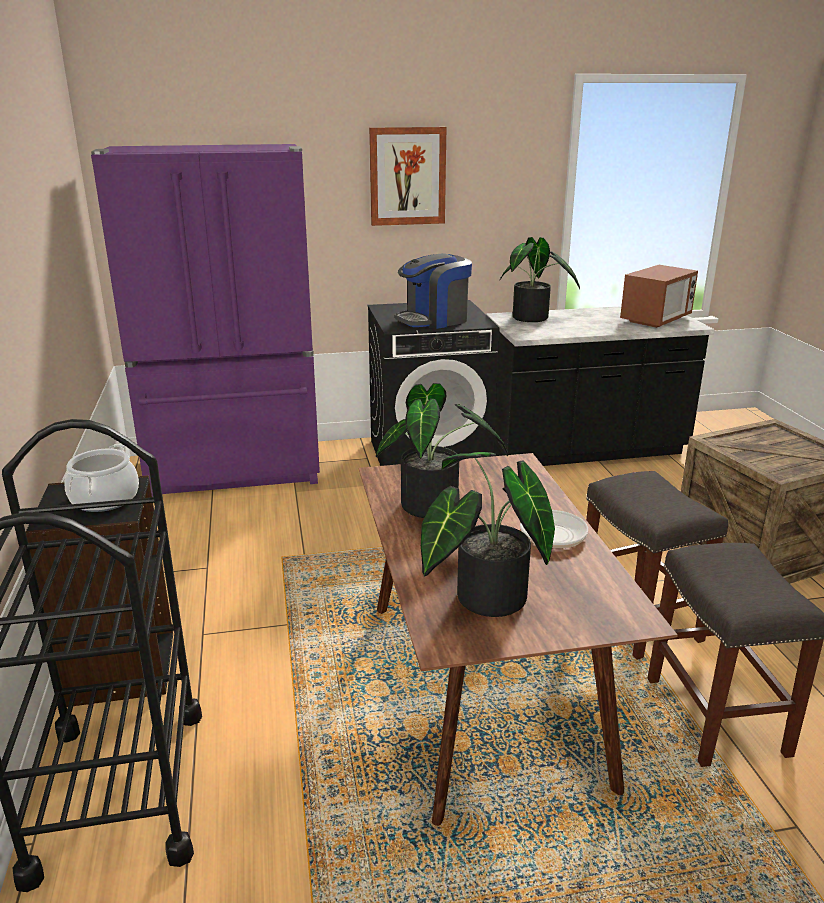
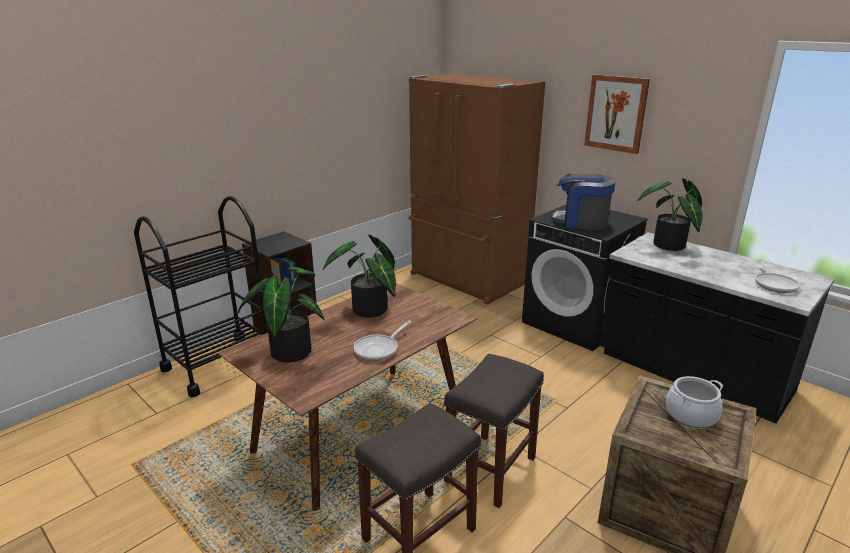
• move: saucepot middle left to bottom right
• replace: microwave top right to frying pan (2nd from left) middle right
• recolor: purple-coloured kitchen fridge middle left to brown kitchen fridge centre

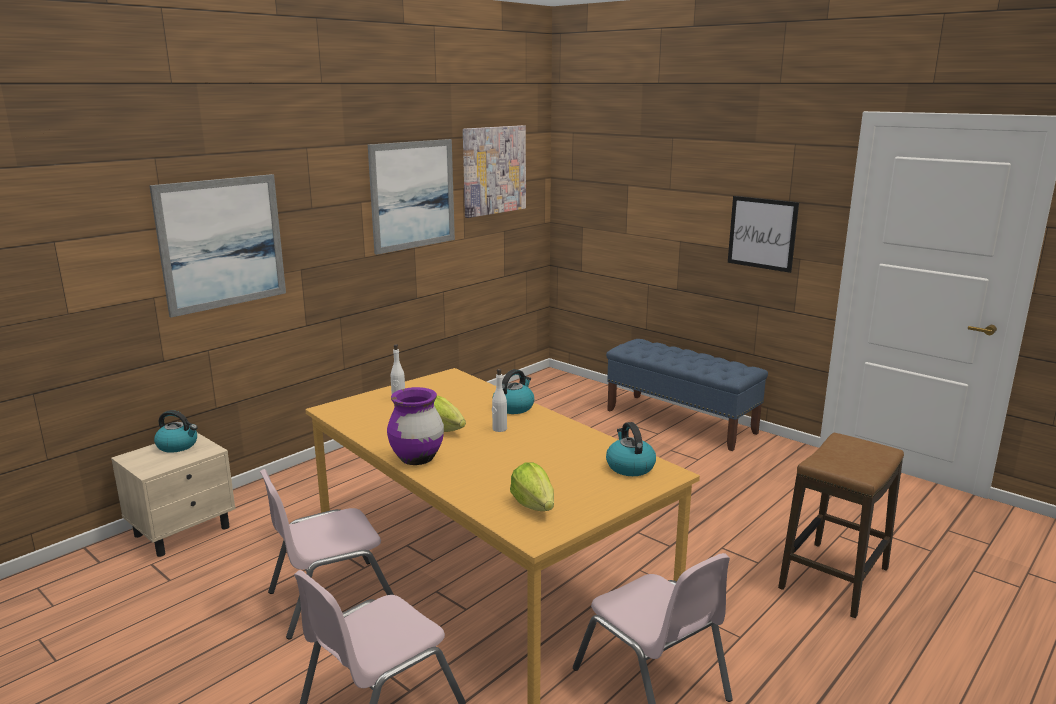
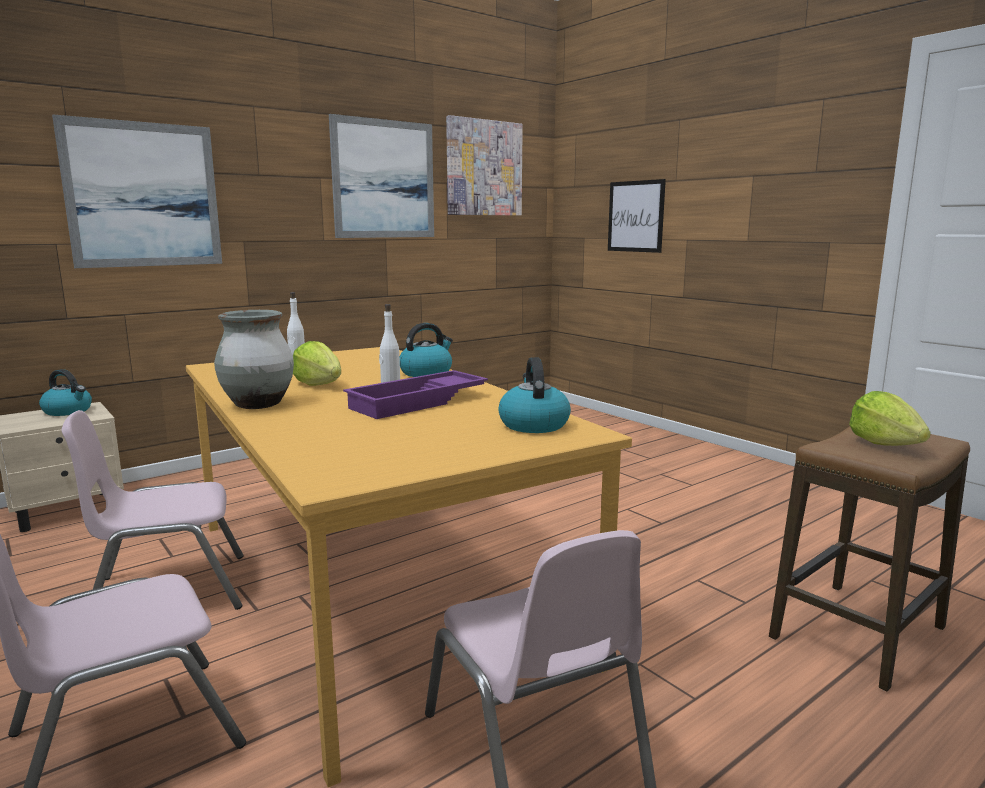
• delete: blue bench centre
• insert: purple-coloured tray centre
• move: head of lettuce (2nd from left) bottom centre to middle right
• move: wall picture (4th from left) top right to top centre
• recolor: purple-coloured vase centre to greyish vase middle left

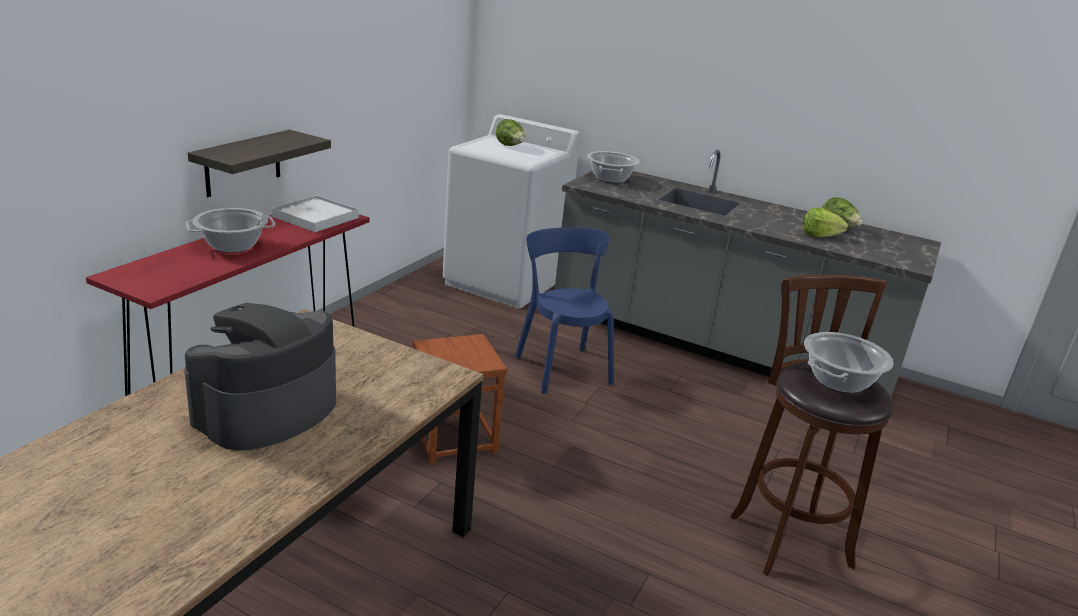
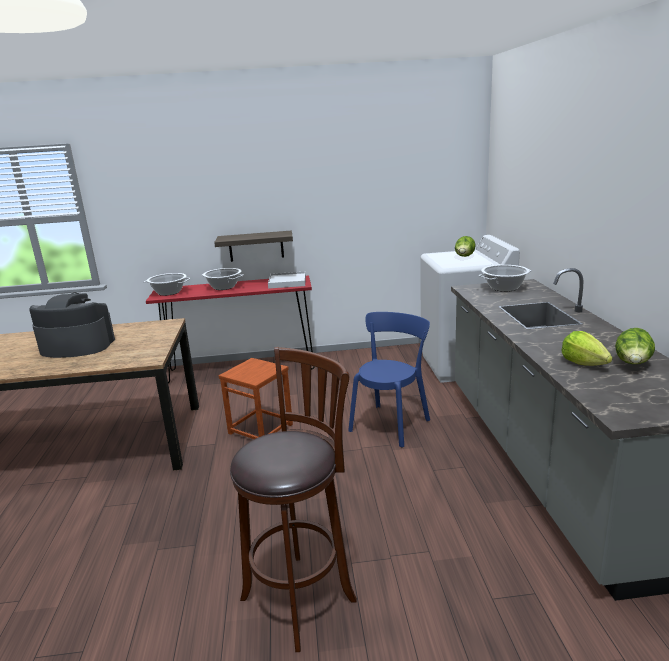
• move: saucepot (3rd from left in the first image) middle right to saucepot (1st from left) middle left

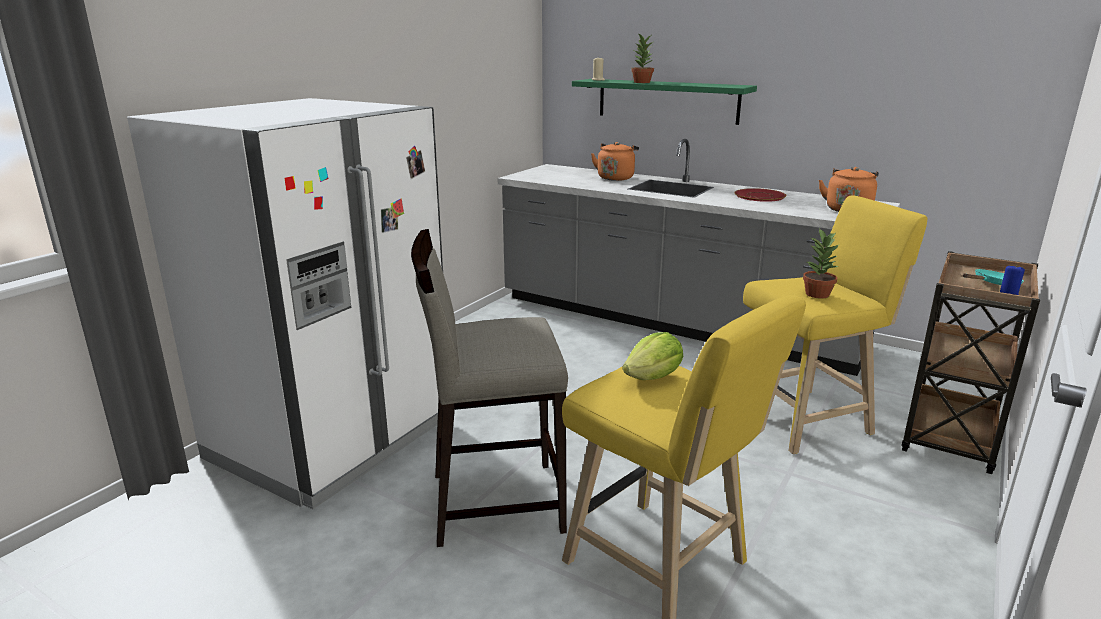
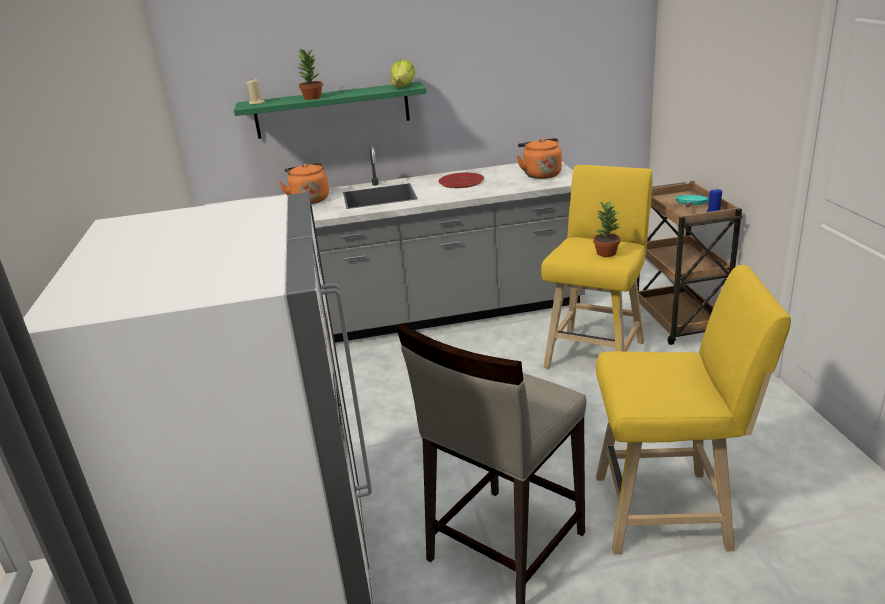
• move: head of lettuce centre to top centre

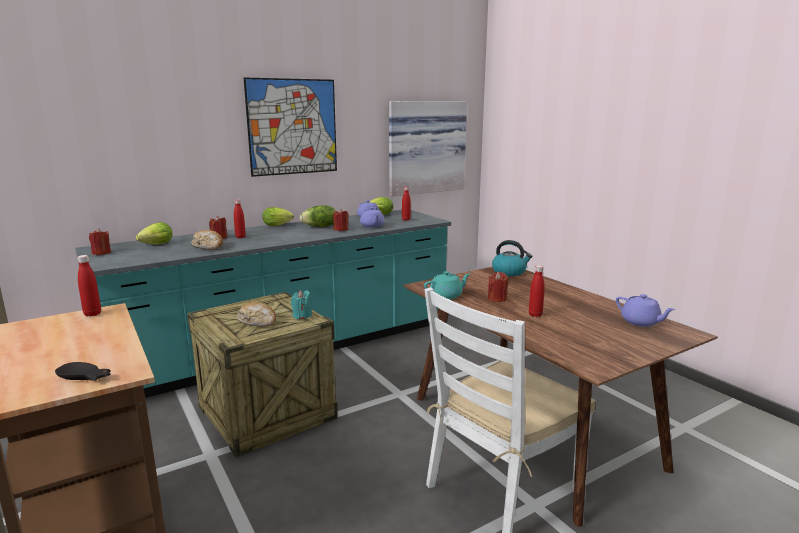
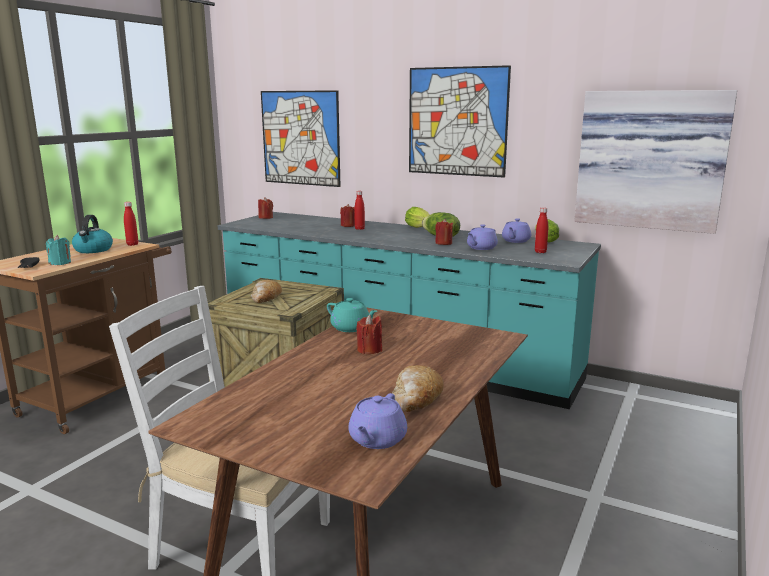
• delete: head of lettuce (1st from left) middle left
• delete: red drink bottle (4th from left) middle right
• insert: wall picture (1st from left) top centre
• move: bread (1st from left in the first image) middle left to bread (2nd from left) bottom centre
• move: turquoise wax candle centre to middle left
• move: kettle centre to middle left

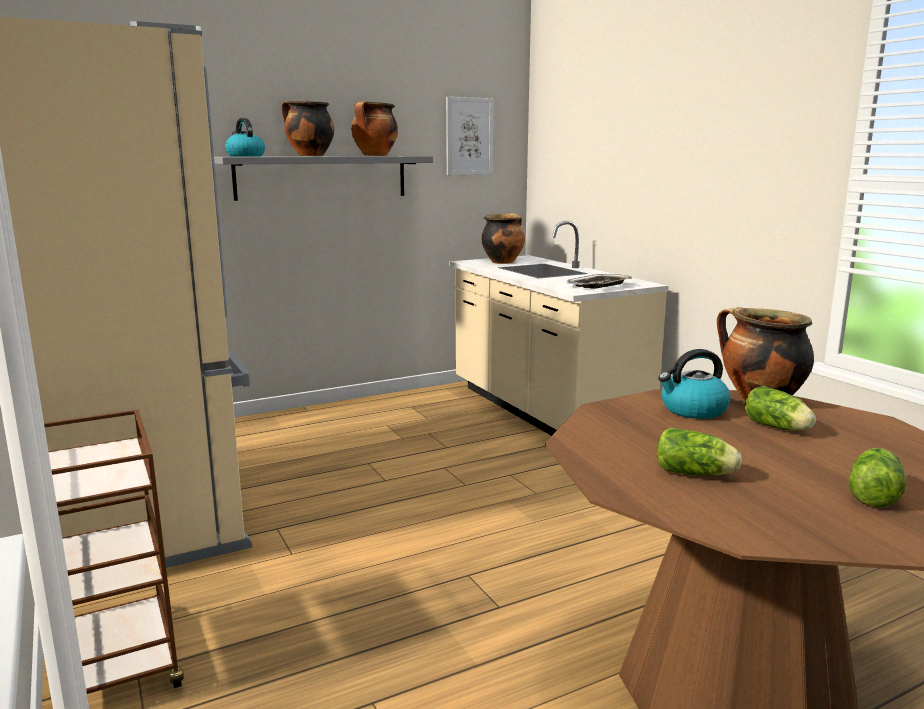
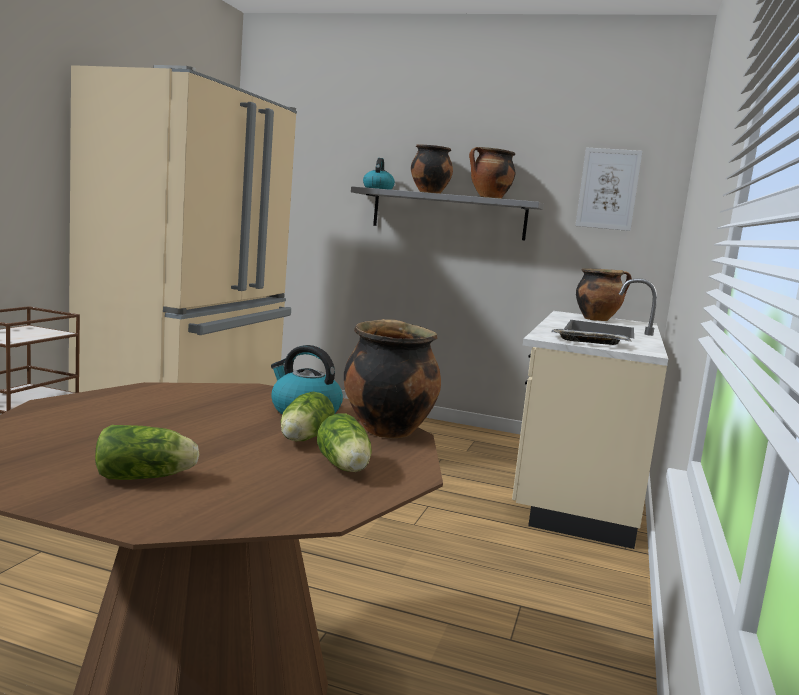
• move: head of lettuce (1st from left in the first image) middle right to head of lettuce (3rd from left) centre

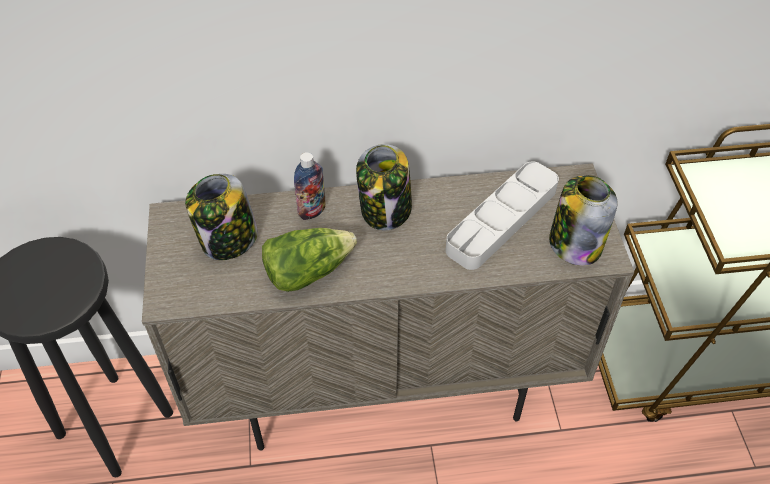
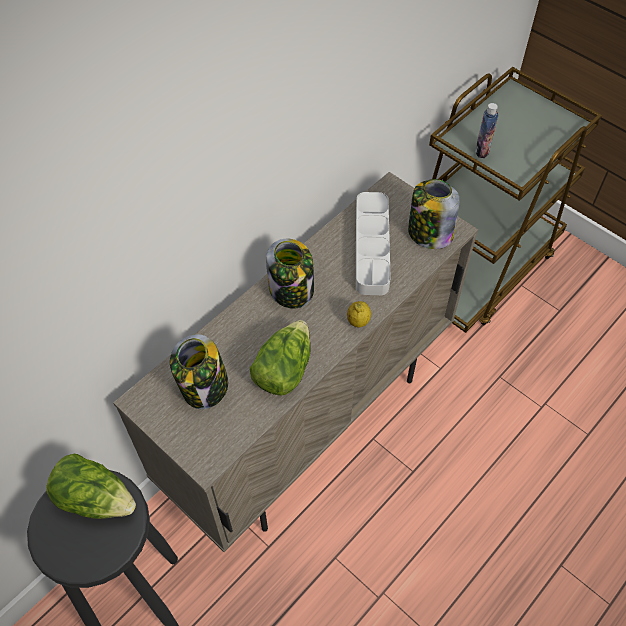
• insert: head of lettuce (1st from left) bottom left
• insert: whole lemon centre
• move: drink bottle centre to top right

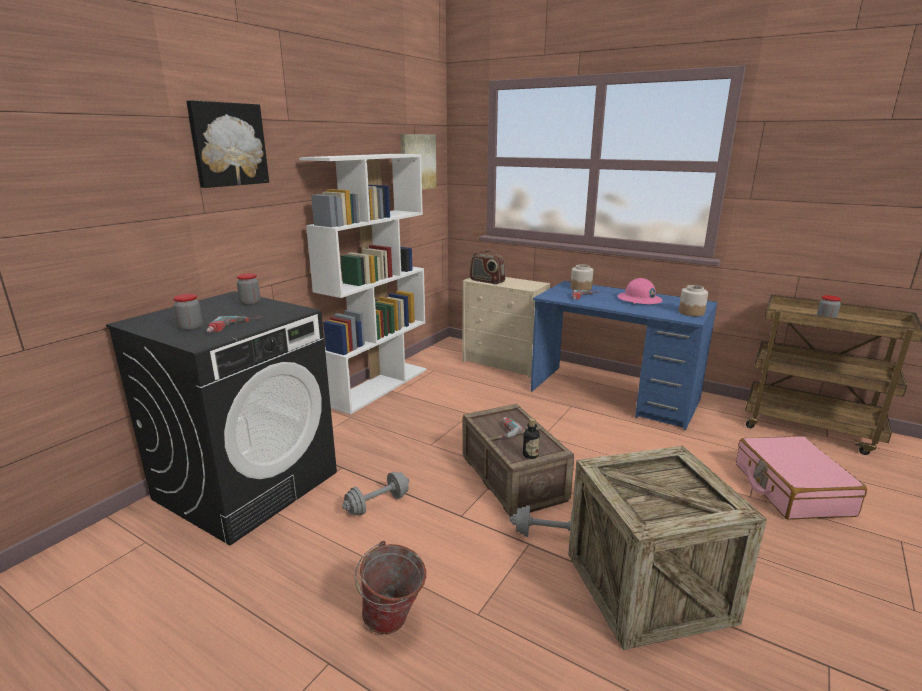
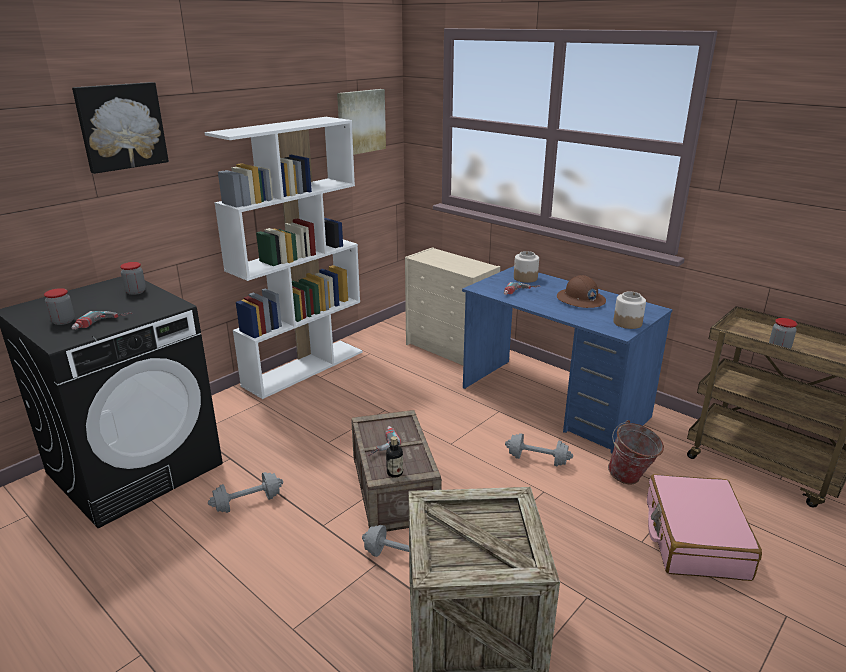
• delete: radio receiver centre
• insert: greyish dumbbell (3rd from left) bottom centre
• move: pail bottom centre to bottom right
• recolor: pink safety helmet middle right to brown safety helmet middle right

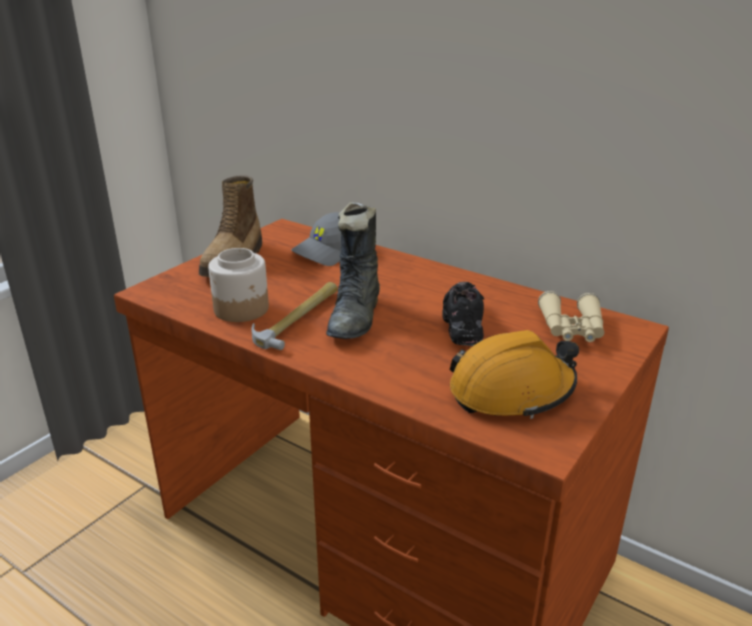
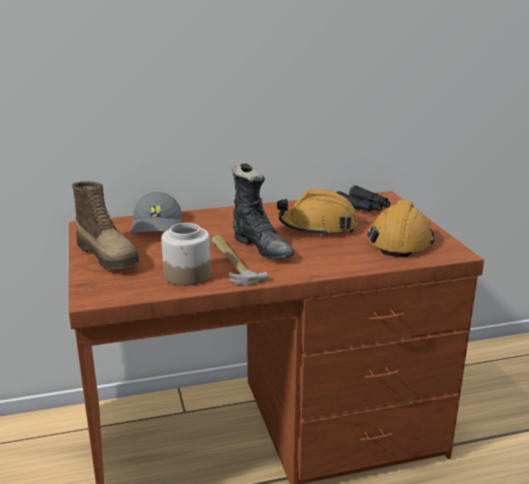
• replace: blackish shoe centre to orange-coloured safety helmet (1st from left) centre
• recolor: sand-coloured field glasses middle right to blackish field glasses middle right

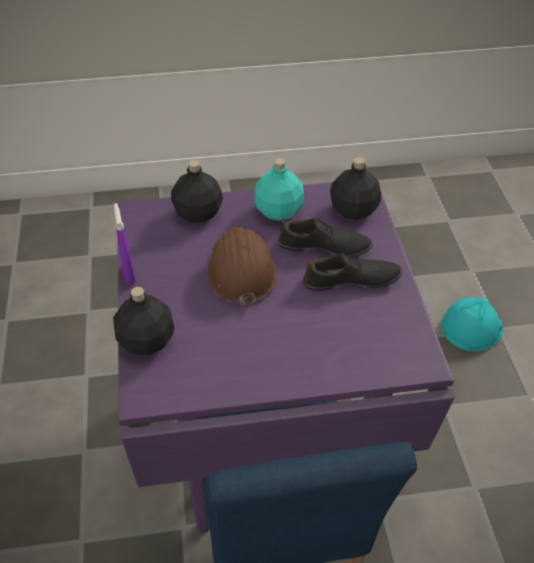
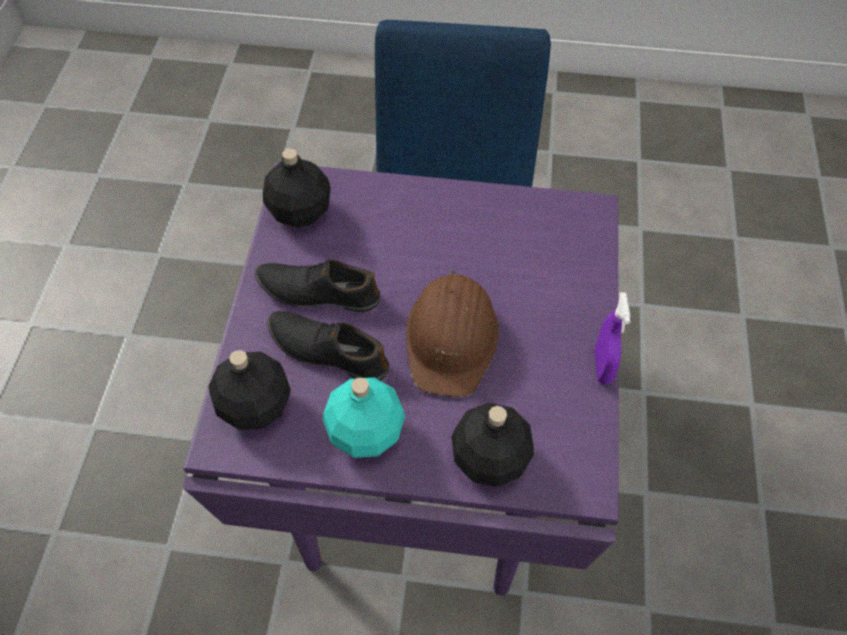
• delete: turquoise safety helmet middle right
• move: blackish drink bottle (1st from left in the first image) middle left to blackish drink bottle (2nd from left) top centre

